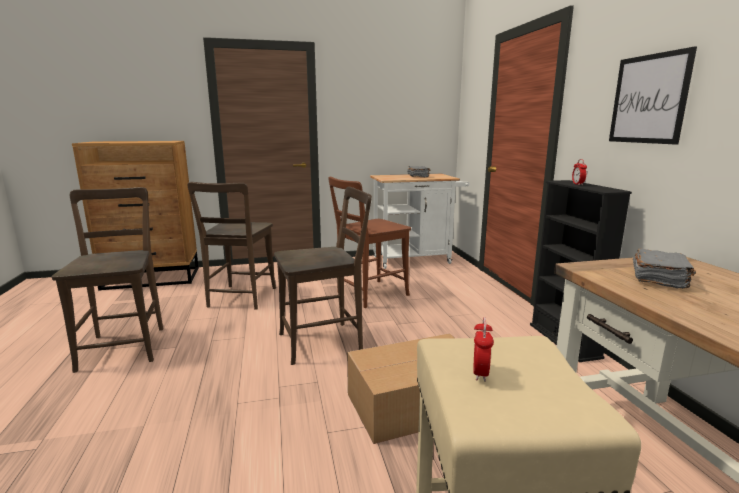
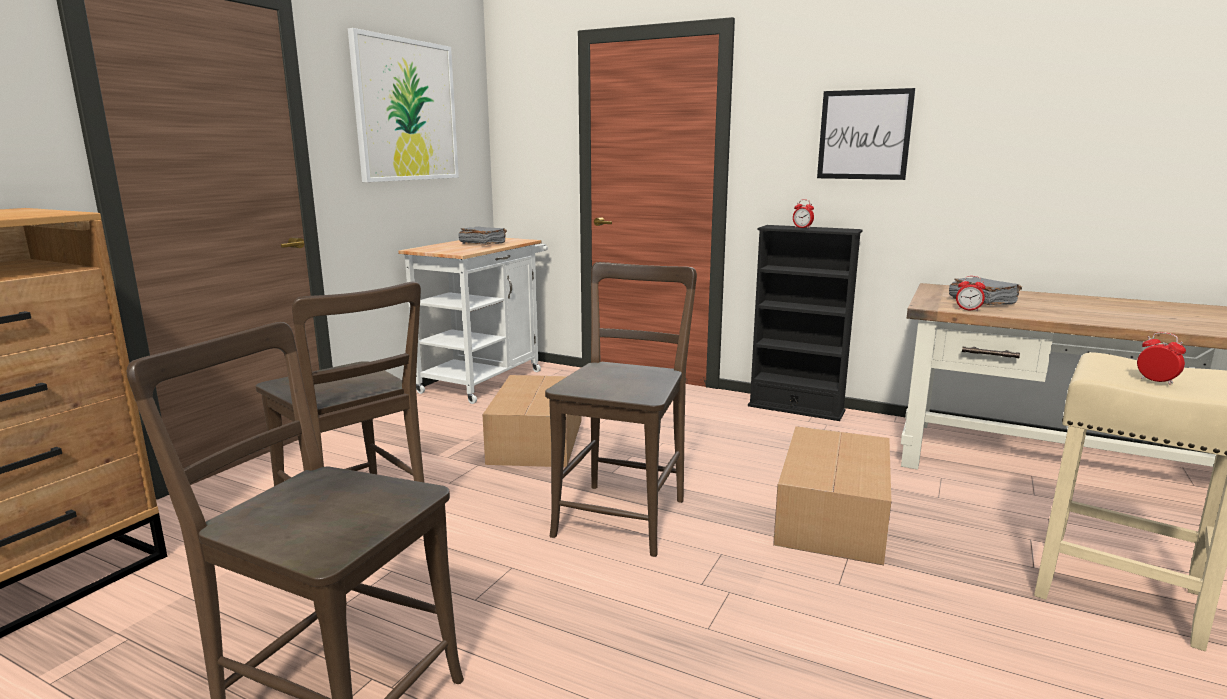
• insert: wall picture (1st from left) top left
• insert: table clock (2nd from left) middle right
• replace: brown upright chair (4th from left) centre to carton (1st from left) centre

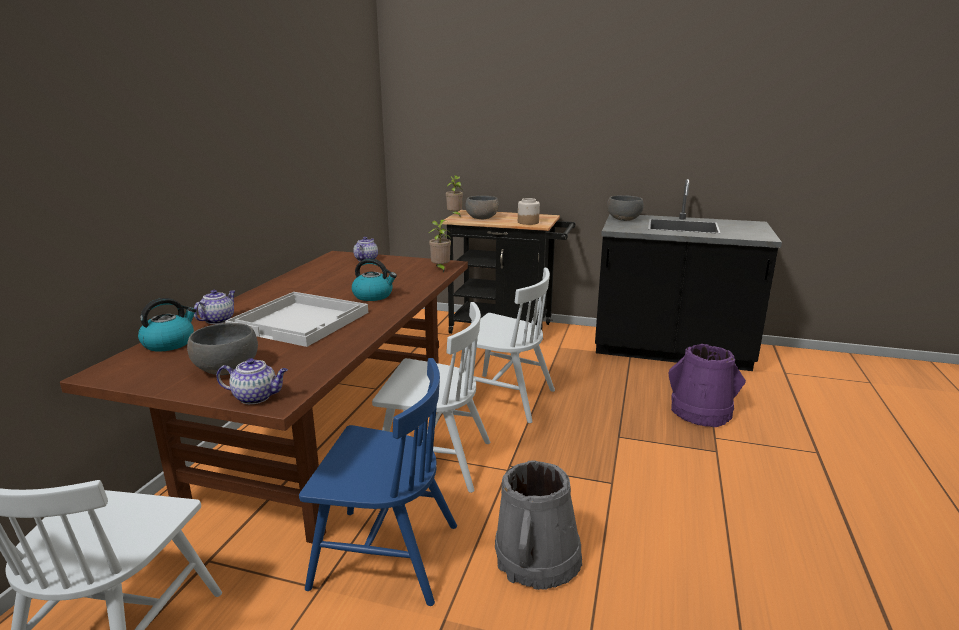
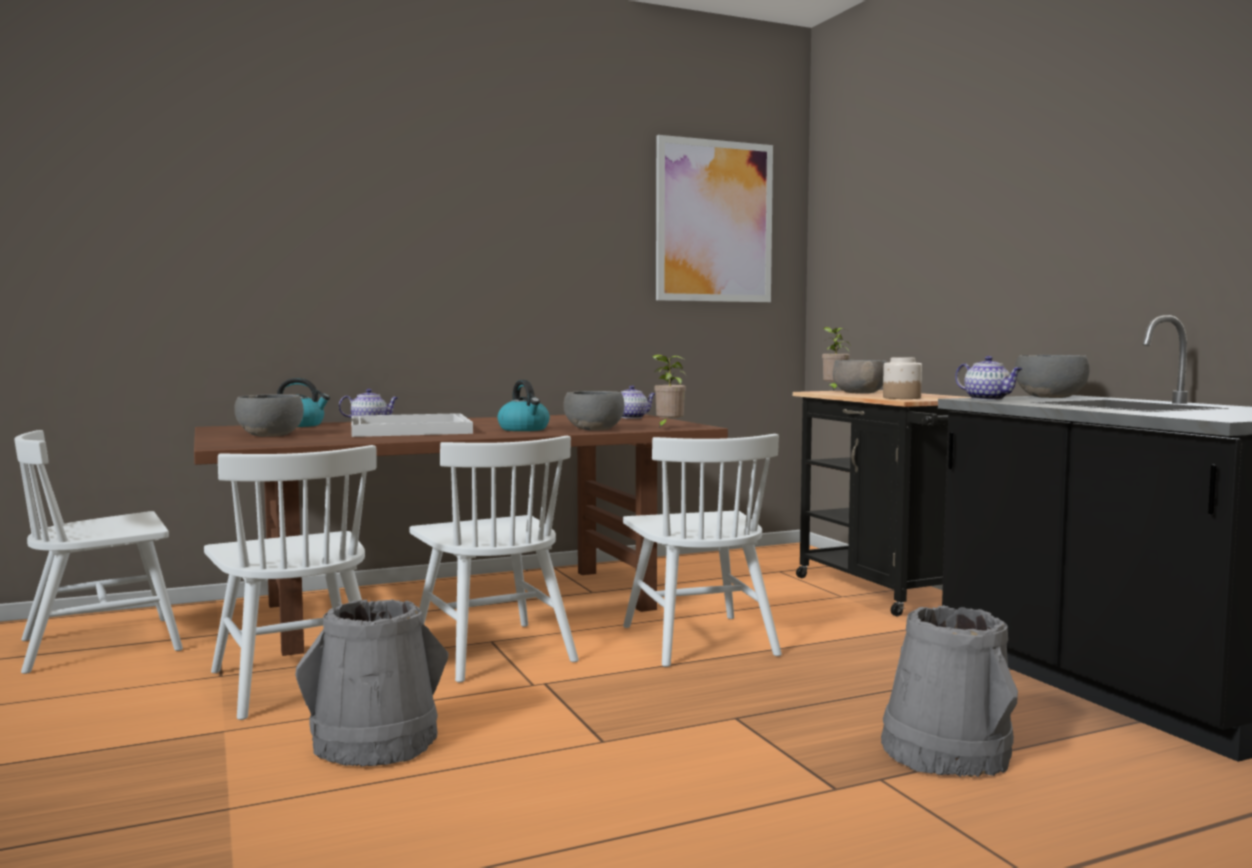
• insert: greyish bowl (2nd from left) centre
• insert: wall picture top centre
• move: teapot (2nd from left in the first image) middle left to teapot (3rd from left) middle right
• recolor: blue upright chair bottom centre to white upright chair (2nd from left) bottom left
• recolor: purple-coloured pail middle right to greyish pail (2nd from left) bottom right

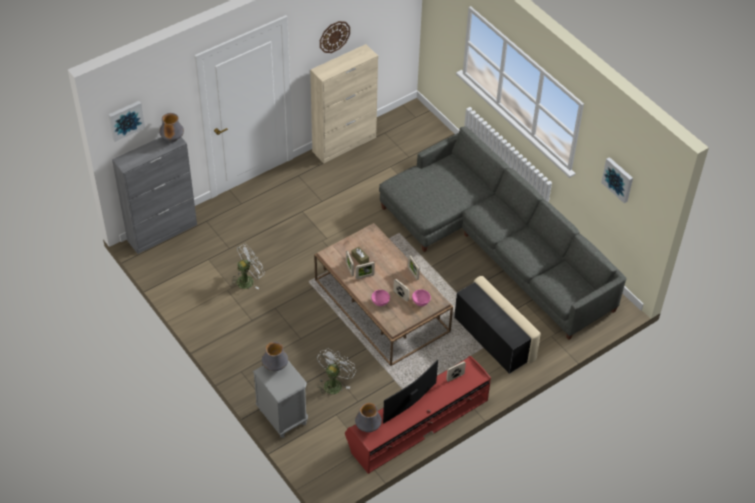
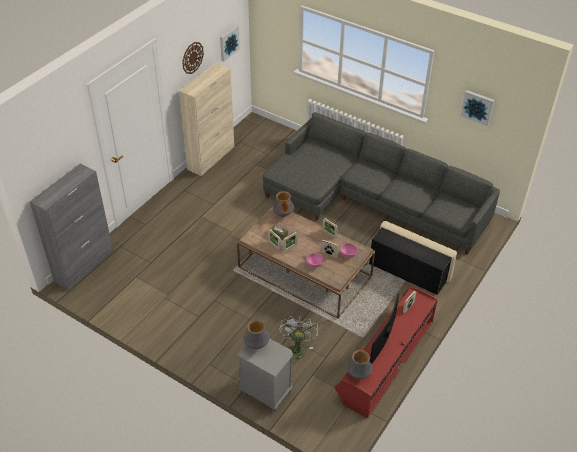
• delete: white fan (1st from left) middle left
• move: wall picture (1st from left) top left to top centre
• move: vase (1st from left in the first image) top left to vase (2nd from left) centre

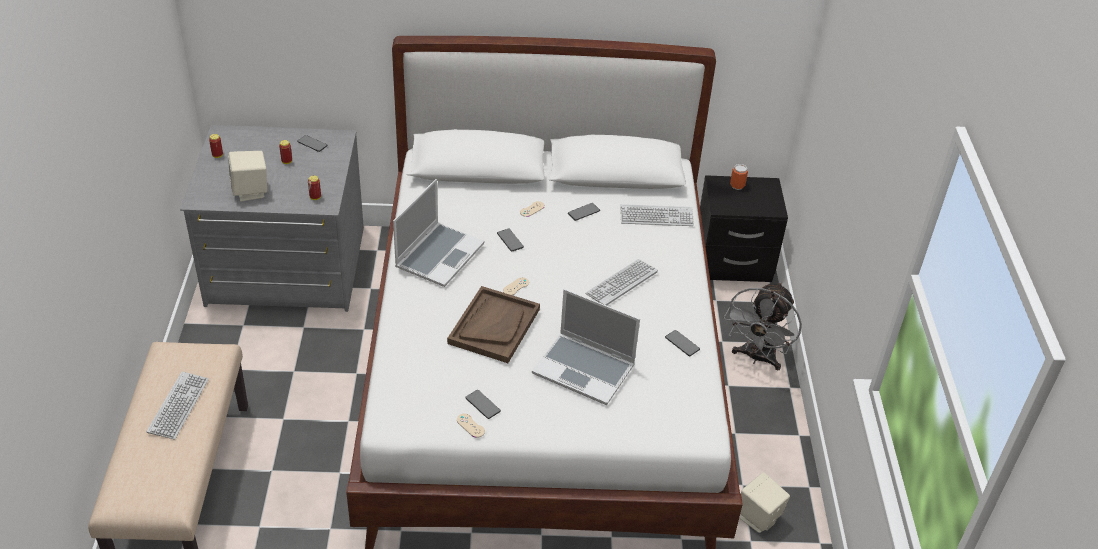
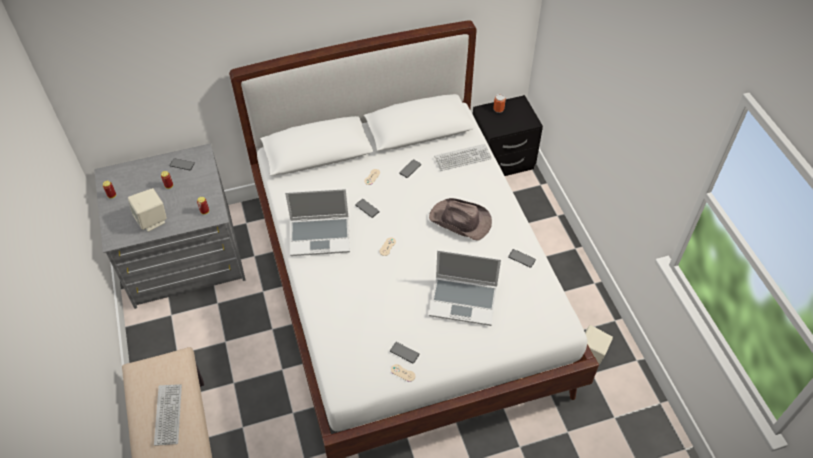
• delete: brown tray centre
• delete: greyish fan middle right
• replace: PC keyboard (2nd from left) centre to brown clothing hat centre
• rotate: laptop (1st from left) centre = centre 75 degrees clockwise

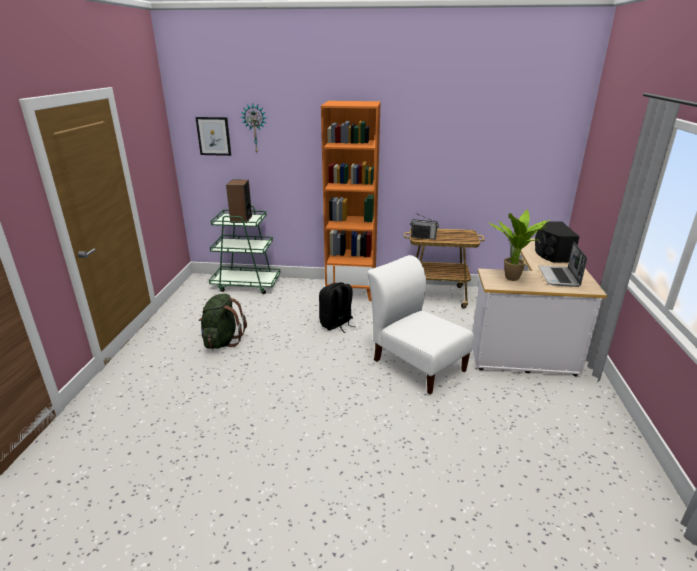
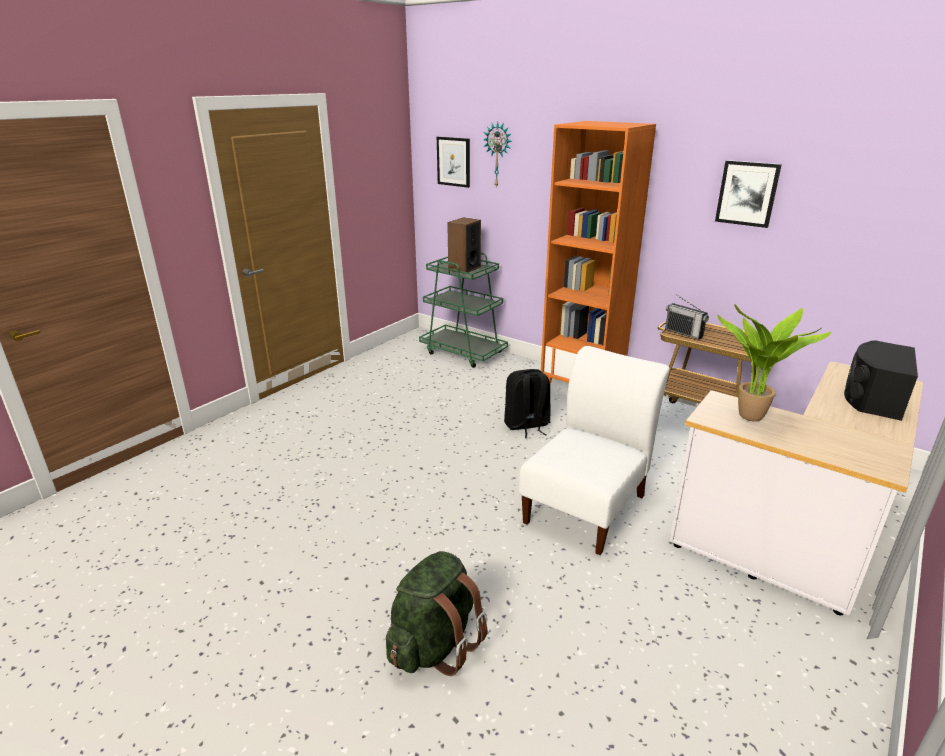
• delete: laptop middle right
• insert: wall picture (2nd from left) top right
• move: green backpack middle left to bottom centre
• rotate: white upright chair centre = centre 45 degrees clockwise

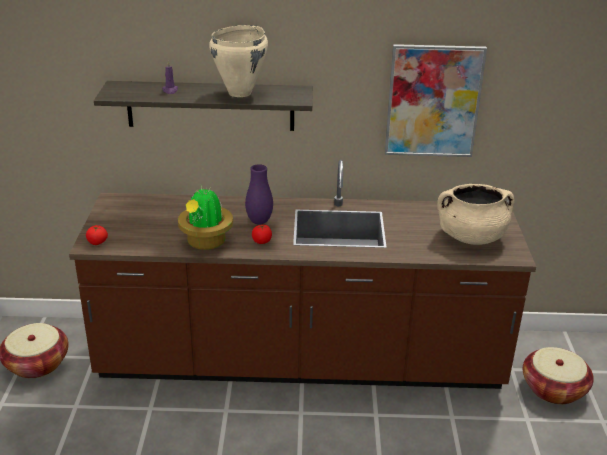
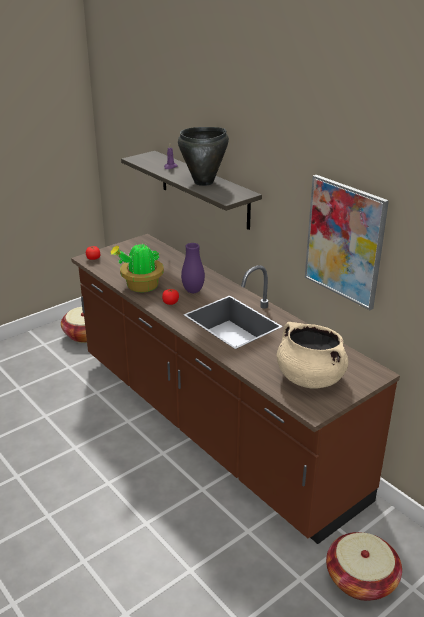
• recolor: sand-coloured saucepot (1st from left) top centre to blackish saucepot top centre

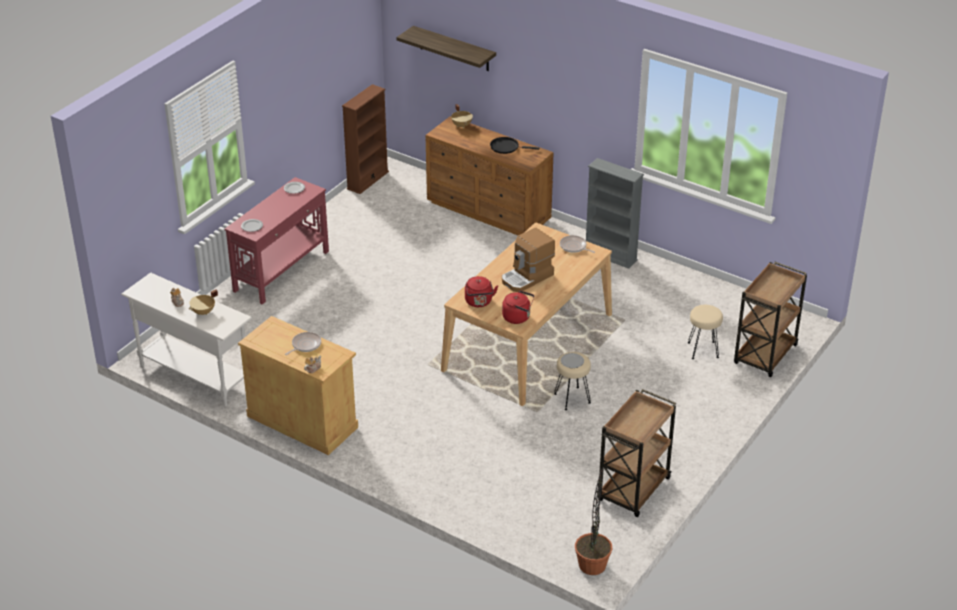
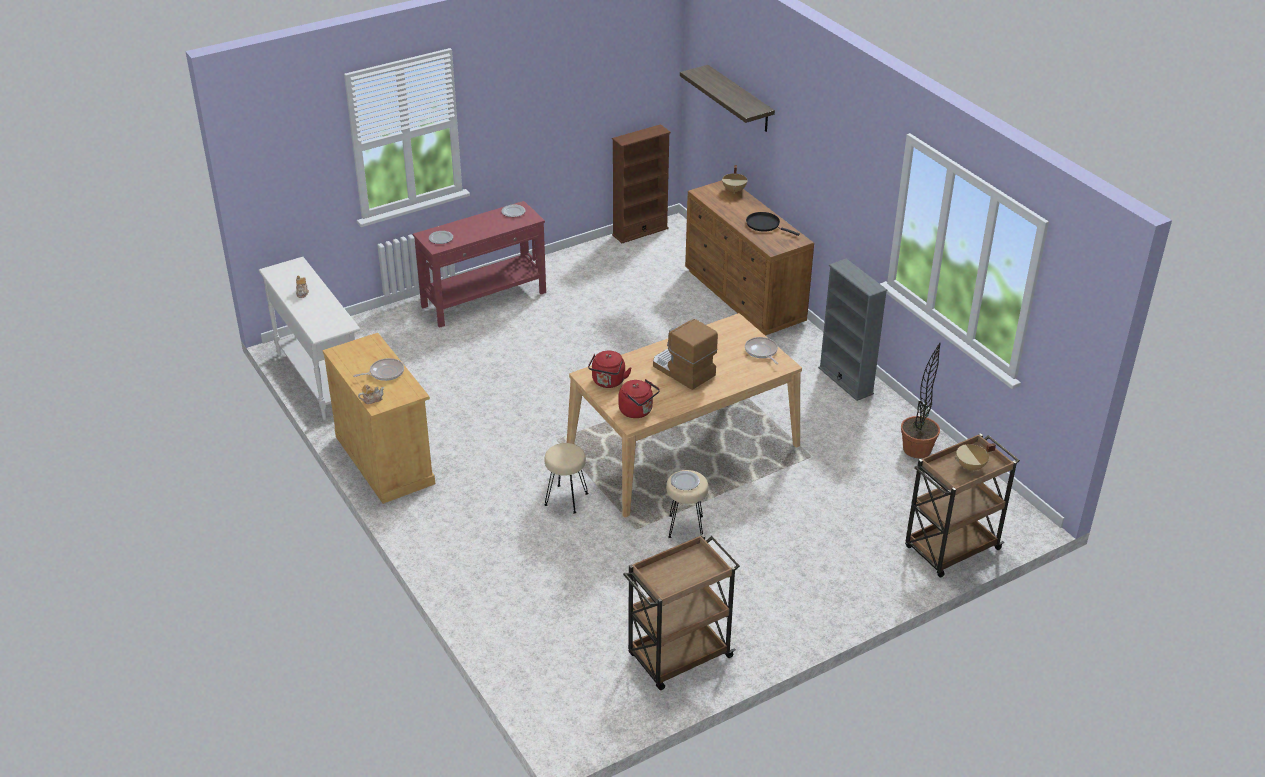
• move: sand-coloured saucepot (1st from left in the first image) middle left to sand-coloured saucepot (2nd from left) middle right
• move: potted plant bottom centre to middle right
• move: sand-coloured sitting stool (2nd from left in the first image) middle right to sand-coloured sitting stool (1st from left) centre
• rotate: coffee machine centre = centre 60 degrees clockwise

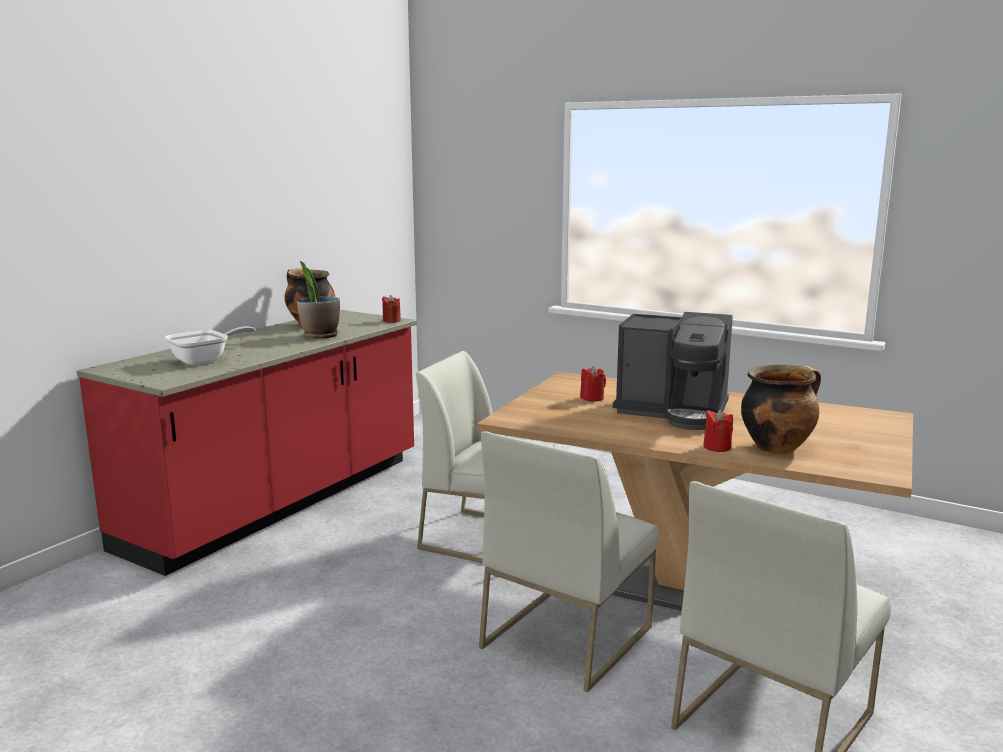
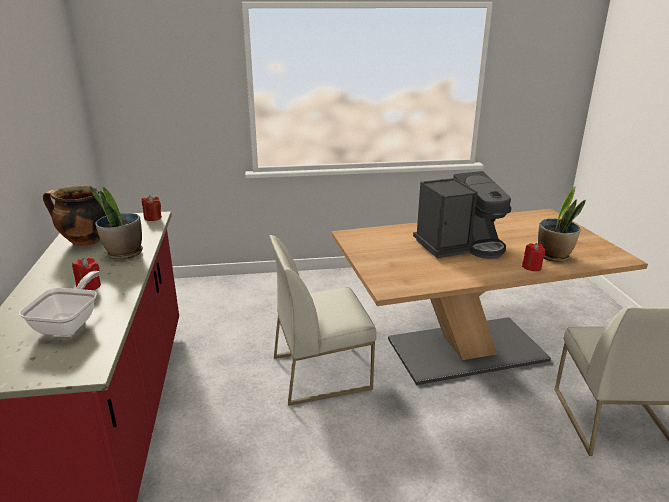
• delete: white upright chair (2nd from left) bottom centre
• move: red wax candle (2nd from left in the first image) centre to red wax candle (1st from left) middle left
• replace: saucepot (2nd from left) middle right to potted plant (2nd from left) middle right

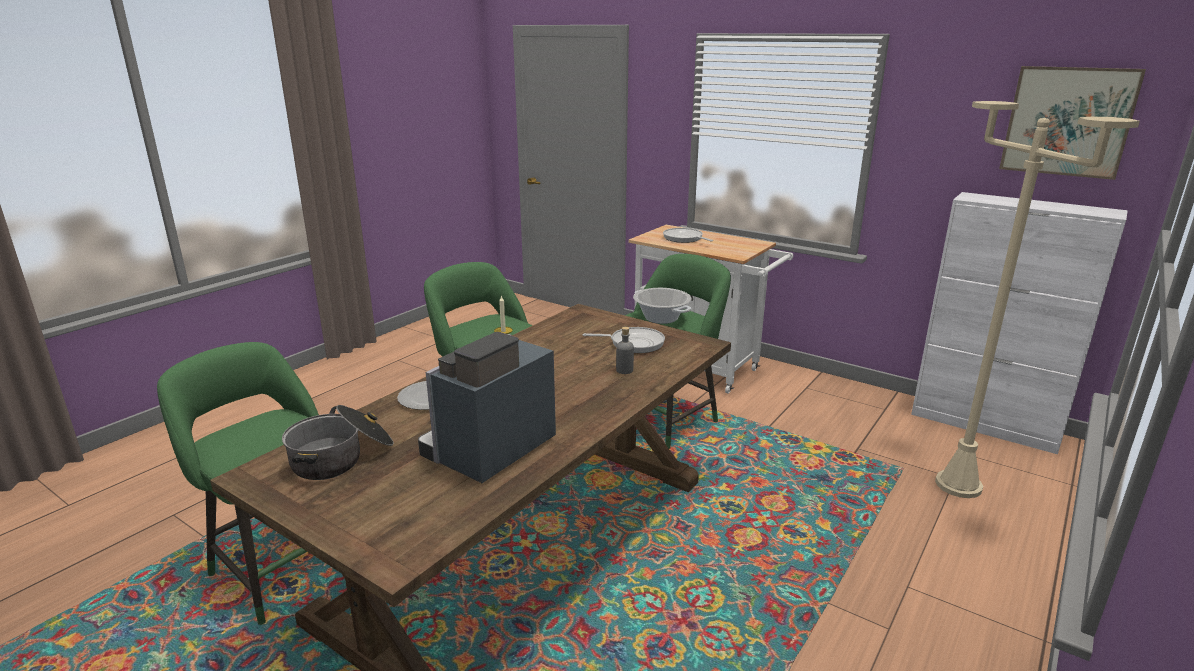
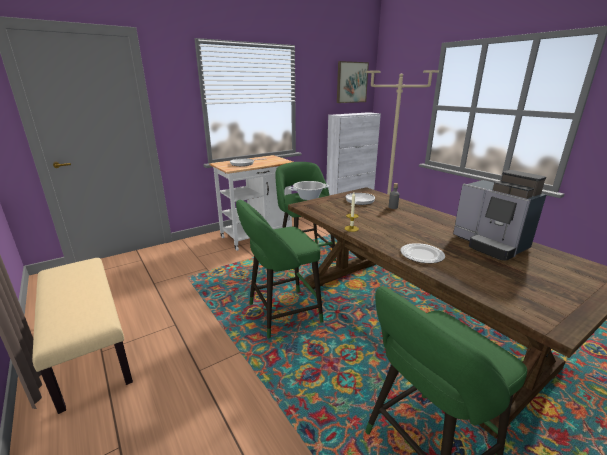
• delete: saucepot (1st from left) middle left
• insert: sand-coloured bench bottom left

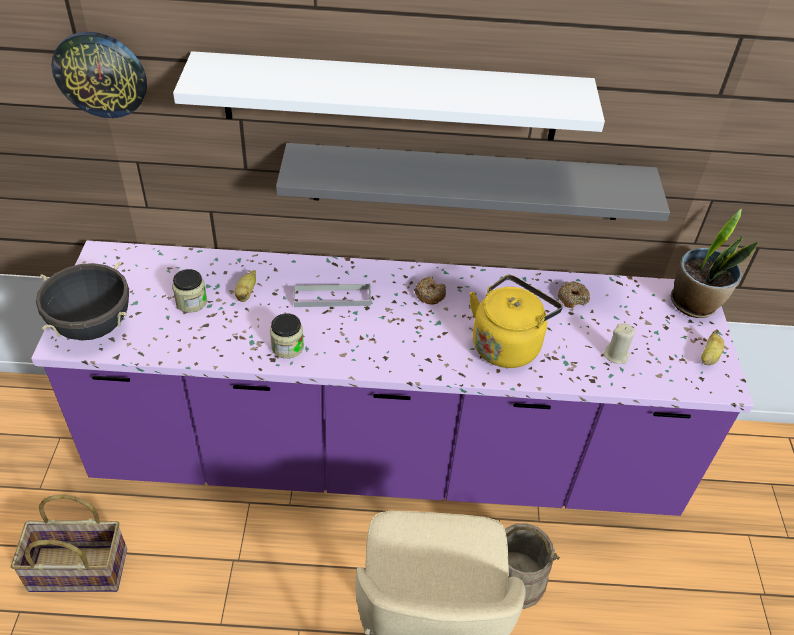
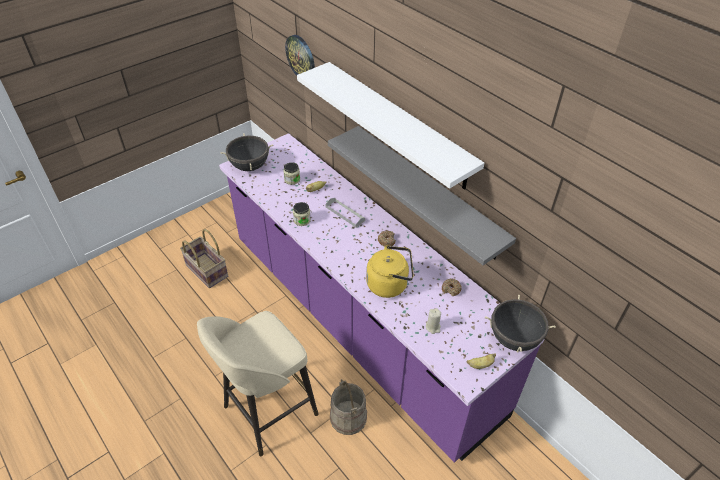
• replace: potted plant middle right to blackish saucepot (2nd from left) bottom right

